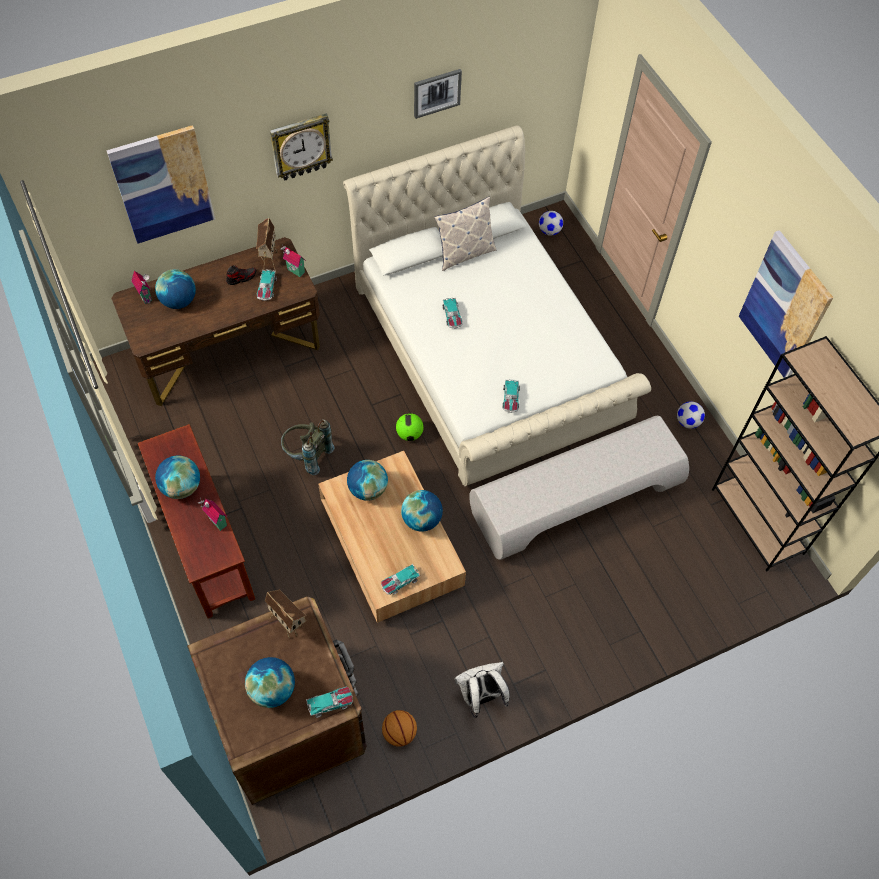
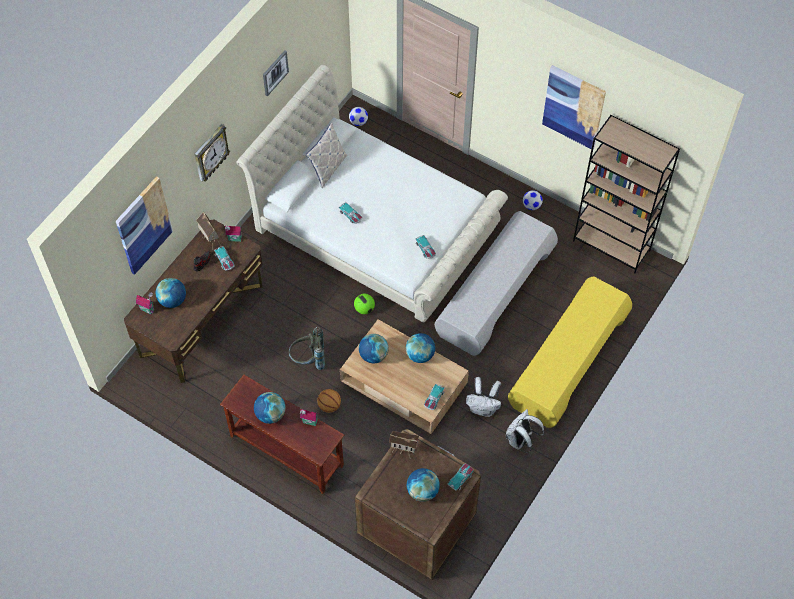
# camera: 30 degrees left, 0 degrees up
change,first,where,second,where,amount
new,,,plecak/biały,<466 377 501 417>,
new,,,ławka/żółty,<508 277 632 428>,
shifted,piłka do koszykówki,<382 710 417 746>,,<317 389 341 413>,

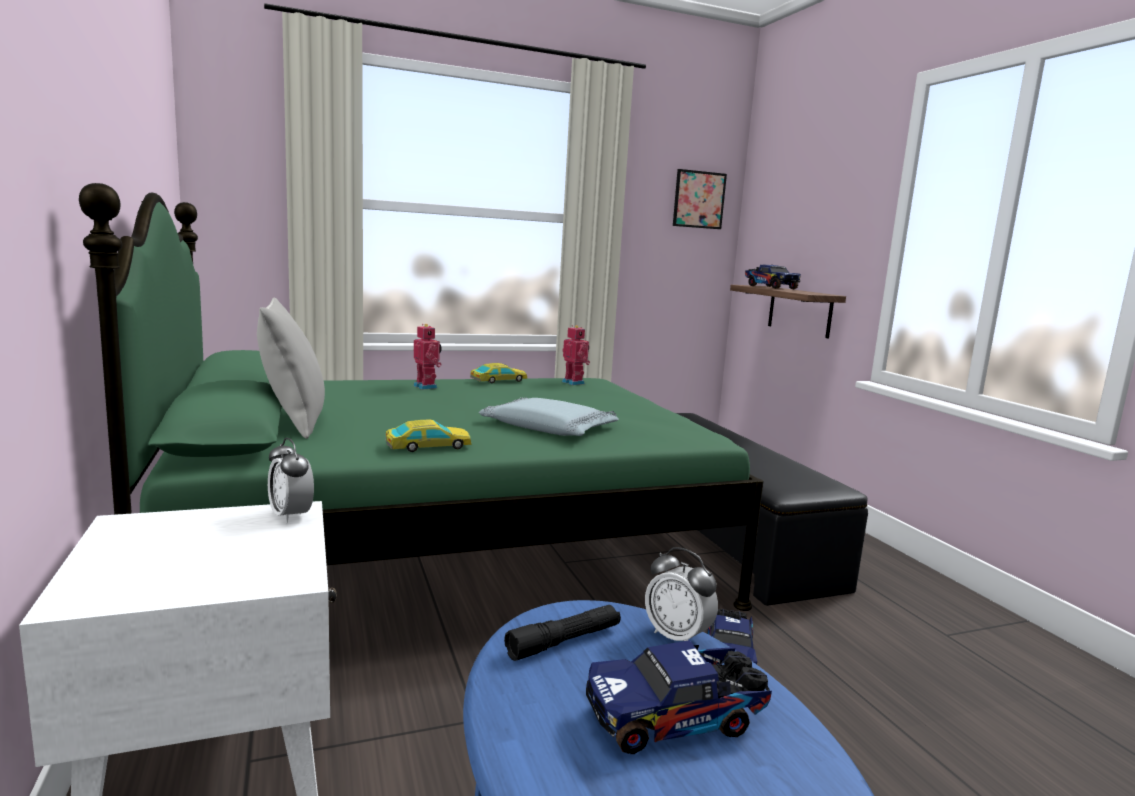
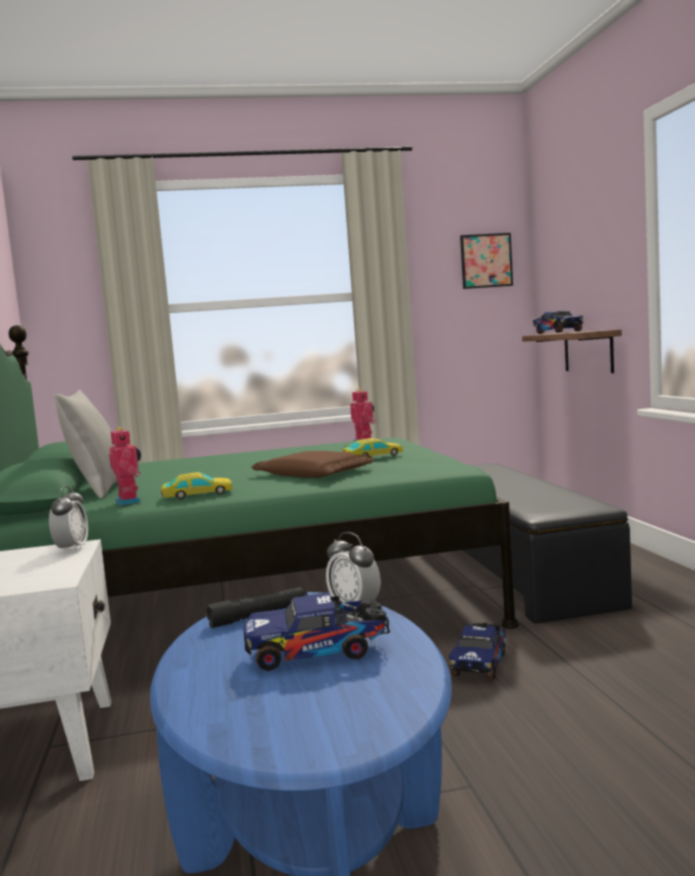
# camera: 10 degrees right, 5 degrees down
change,first,where,second,where,amount
shifted,robot zabawkowy,<413 324 442 390>,,<109 427 141 506>,
shifted,samochodzik,<470 363 527 383>,,<342 438 403 457>,
repainted,poduszka/niebieski,<479 397 619 436>,poduszka/brązowy,<251 451 374 478>,
rotated,budzik,<268 438 314 523>,,<49 486 88 552>,150 degrees counterclockwise

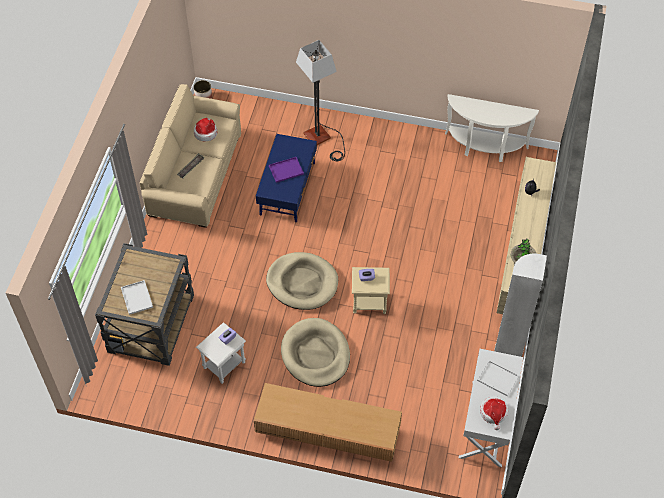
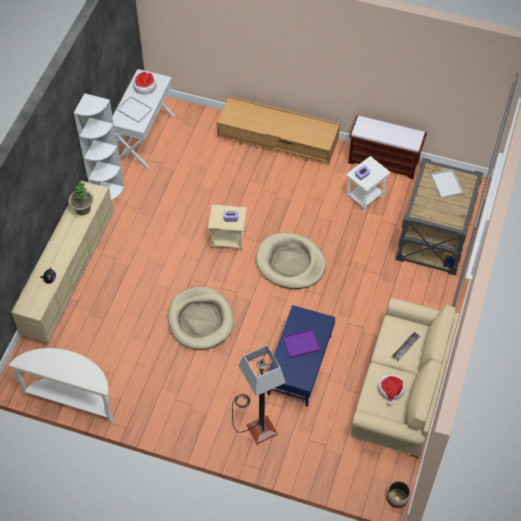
# camera: 175 degrees left, 0 degrees up
change,first,where,second,where,amount
new,,,ławka/brązowy,<348 115 427 179>,
shifted,legowisko/beżowy,<281 318 350 387>,,<168 287 234 350>,

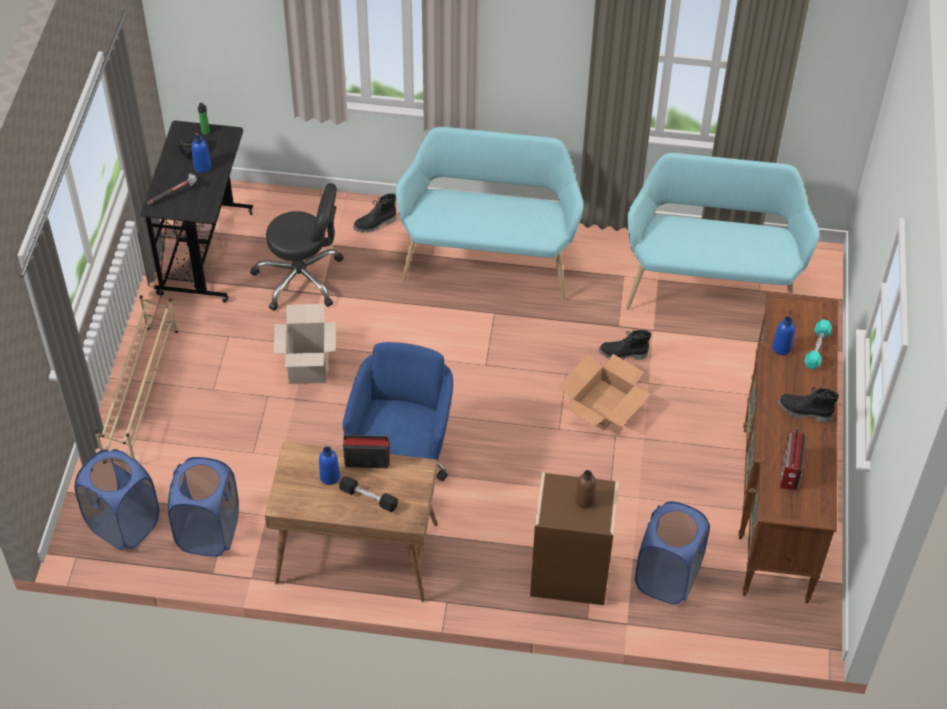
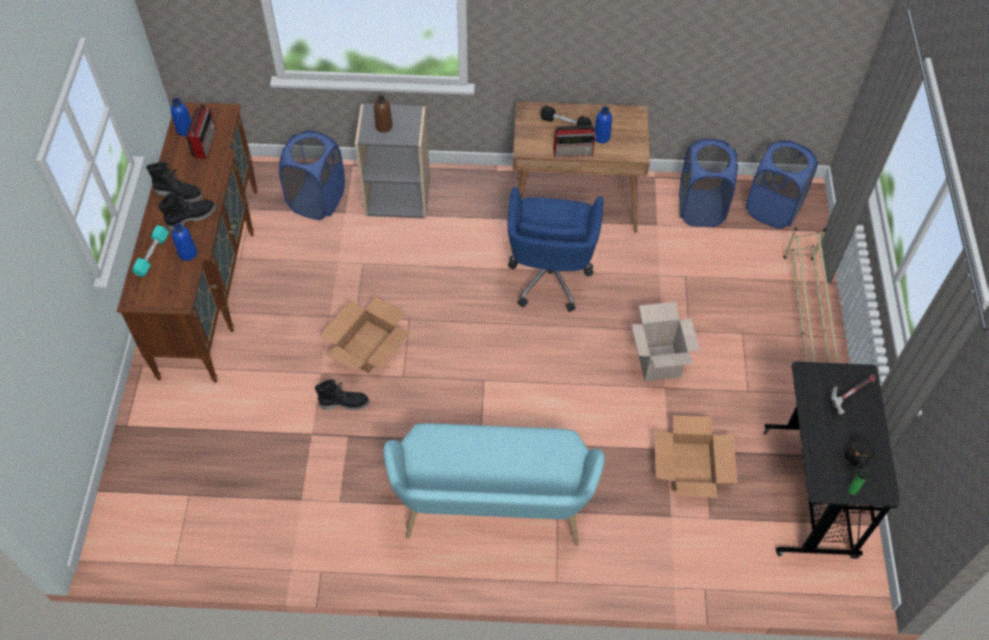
# camera: 175 degrees right, 5 degrees up
change,first,where,second,where,amount
gone,ławka/turkusowy,<626 153 819 310>,,,
shifted,butelka/niebieski,<191 135 211 173>,,<171 98 191 136>,
shifted,but z cholewką/czarny,<353 193 397 233>,,<158 192 216 231>,
swapped,krzesło biurowe/czarny,<250 183 344 311>,karton,<654 415 738 498>,
repainted,regał/brązowy,<530 473 619 605>,regał/szary,<355 103 430 218>,

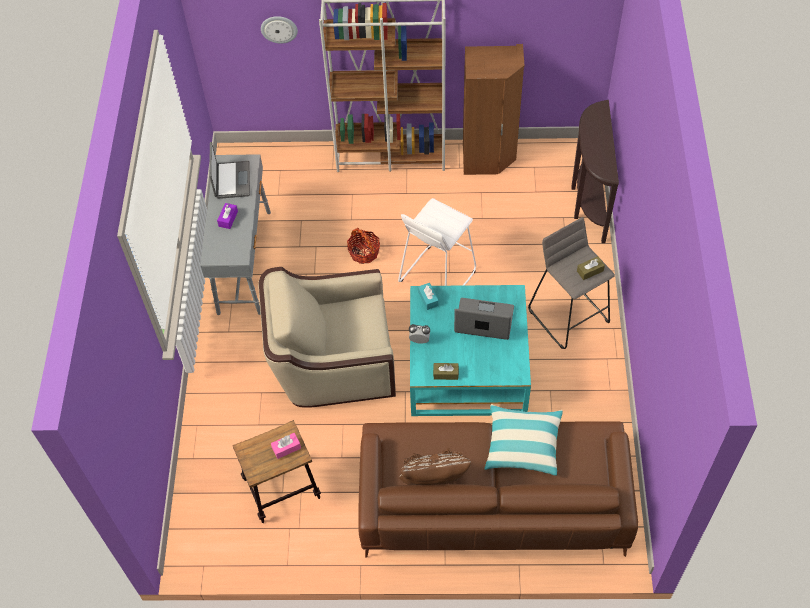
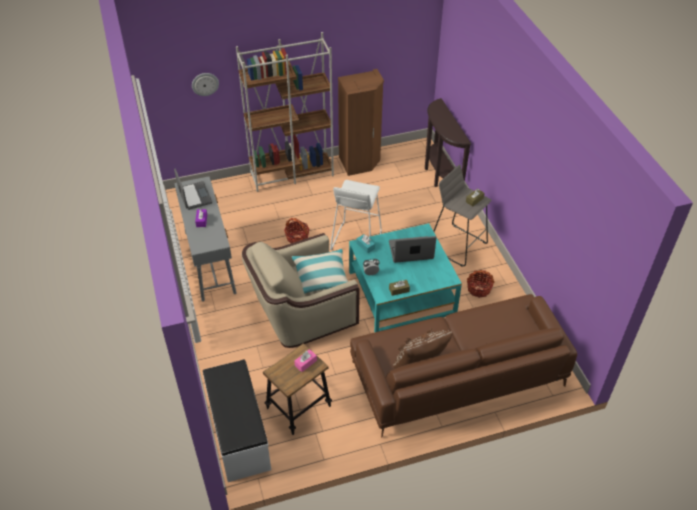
# camera: 20 degrees left, 10 degrees down
change,first,where,second,where,amount
new,,,ławka/biały,<203 360 271 482>,
new,,,koszyk,<467 270 495 298>,
shifted,poduszka,<485 404 563 476>,,<292 248 348 293>,

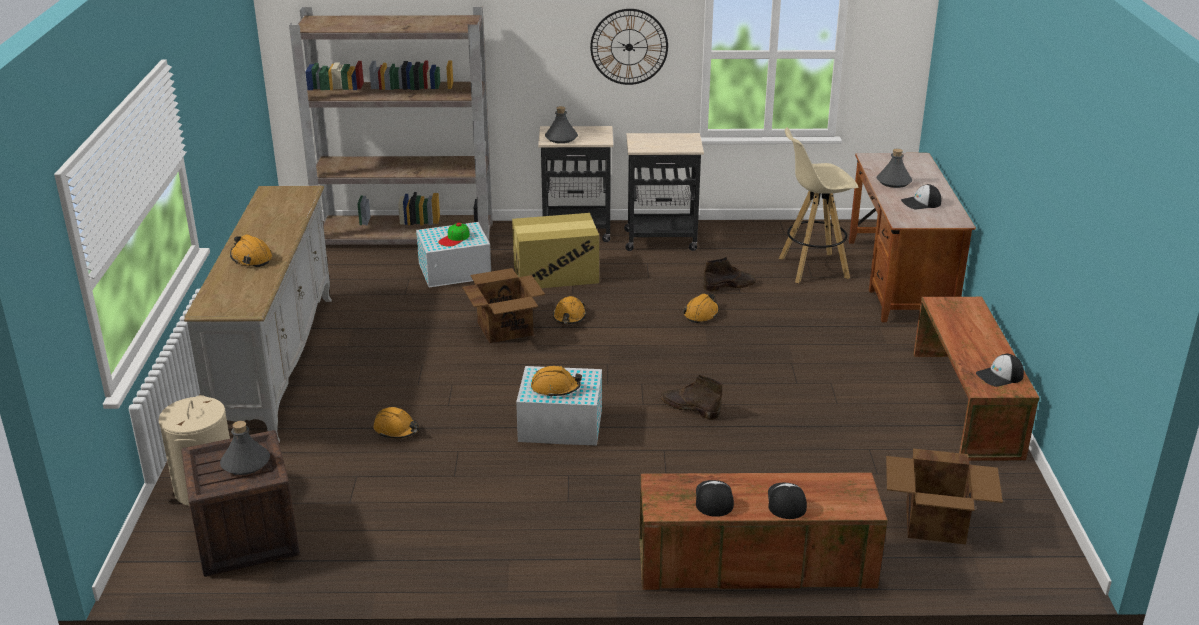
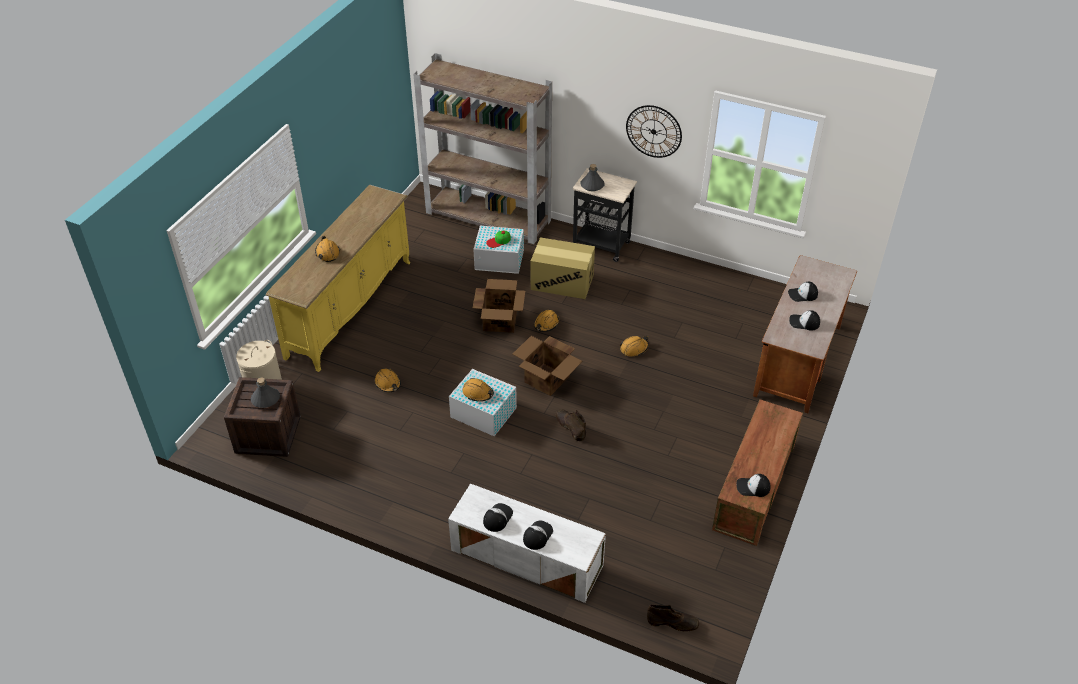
# camera: 25 degrees right, 15 degrees up
change,first,where,second,where,amount
gone,wózek,<624 133 704 251>,,,
gone,stołek/beżowy,<779 127 858 283>,,,
shifted,but z cholewką/brązowy,<703 257 756 292>,,<647 604 699 631>,
shifted,karton,<886 448 1003 545>,,<513 336 582 396>,
swapped,butelka/szary,<877 149 912 188>,czapka z daszkiem,<788 282 818 302>,
repainted,szafka/szary,<184 186 332 442>,szafka/żółty,<265 185 411 372>,
repainted,ławka/brązowy,<639 472 888 590>,ławka/biały,<448 484 606 603>,

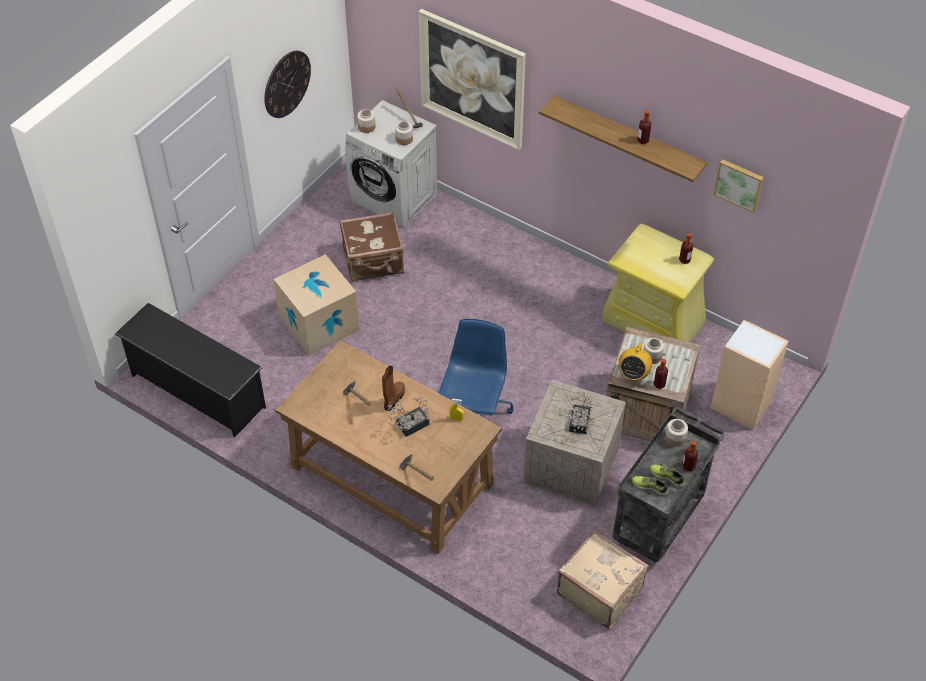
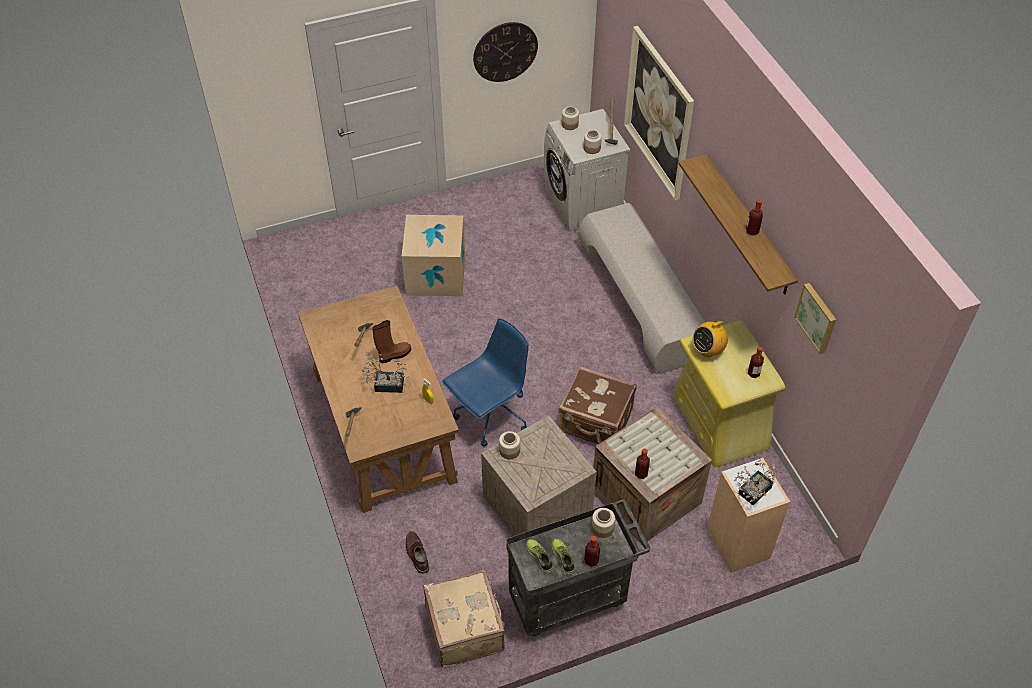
# camera: 35 degrees right, 0 degrees up
change,first,where,second,where,amount
gone,regał na buty/czarny,<115 303 266 437>,,,
new,,,but z cholewką/brązowy,<406 531 429 574>,
new,,,ławka/szary,<578 203 707 374>,
shifted,walizka/brązowy,<340 212 404 282>,,<559 366 637 444>,
shifted,roślina doniczkowa,<565 392 597 434>,,<734 460 776 505>,
shifted,radio,<618 343 652 382>,,<692 317 728 357>,
shifted,słoik,<644 338 664 364>,,<499 431 520 460>,

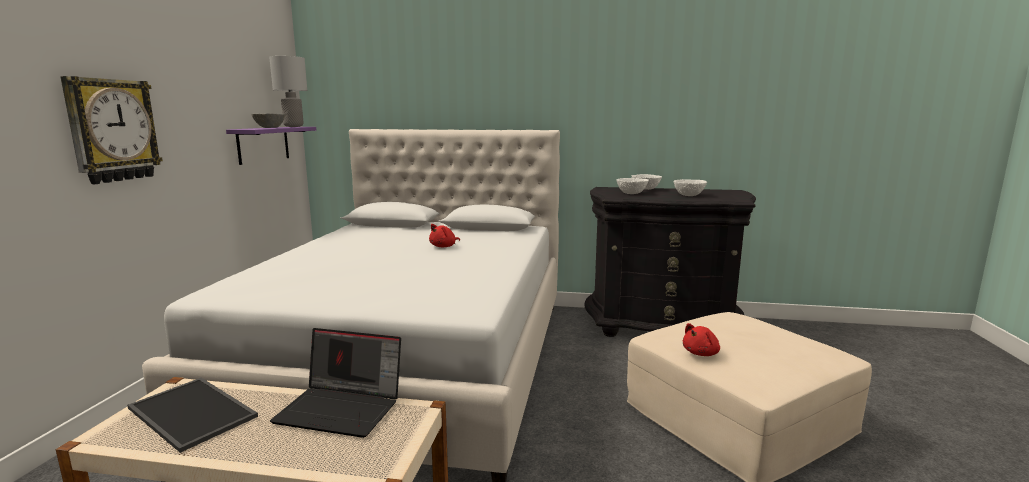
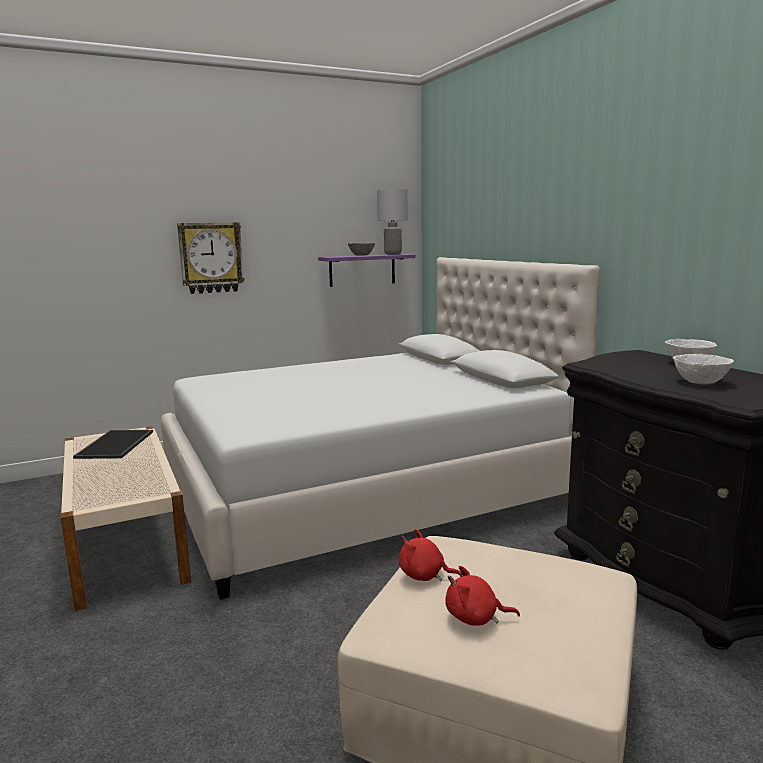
# camera: 55 degrees right, 0 degrees up
change,first,where,second,where,amount
gone,laptop,<270 328 401 438>,,,
gone,miska/biały,<617 178 649 194>,,,
shifted,pluszak/czerwony,<429 224 460 247>,,<445 566 520 626>,

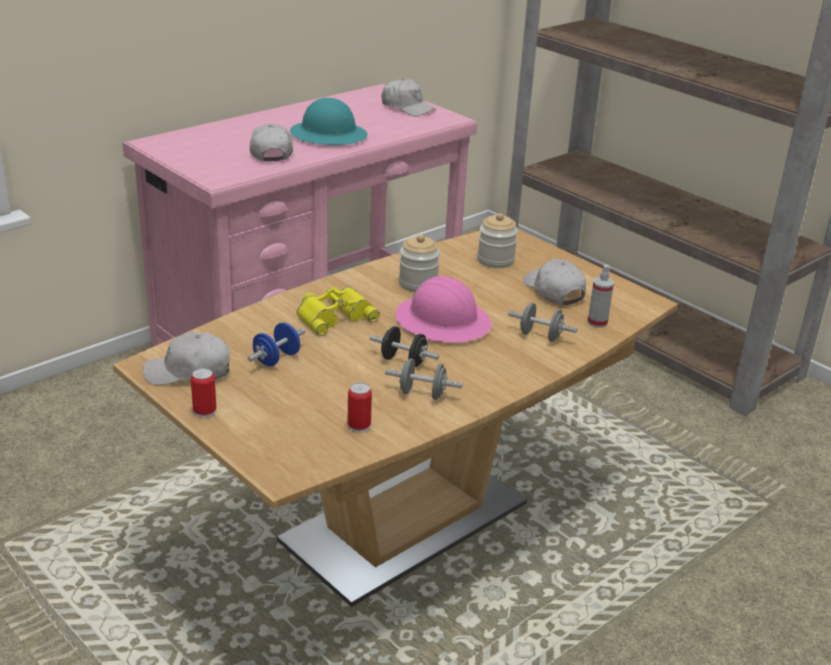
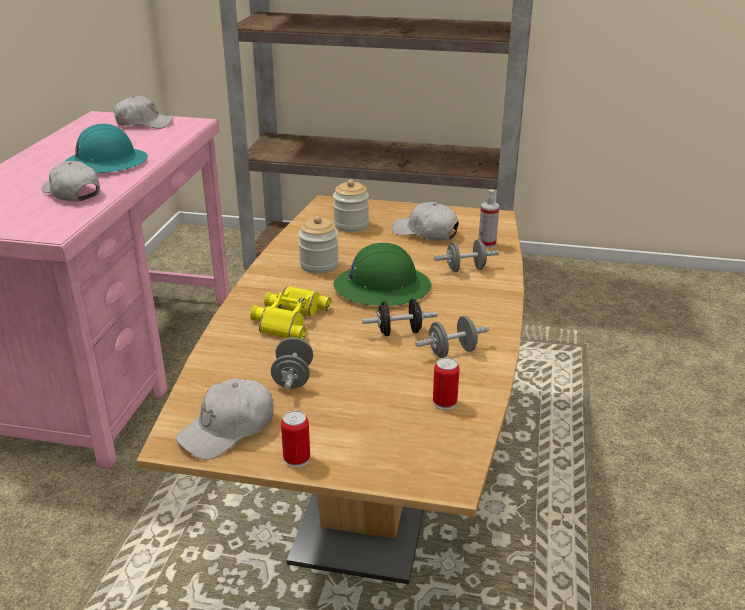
# camera: 35 degrees left, 0 degrees up
change,first,where,second,where,amount
repainted,hantel/niebieski,<247 322 305 366>,hantel/szary,<271 337 313 390>,
repainted,kask/różowy,<396 276 491 343>,kask/zielony,<333 243 431 306>,

